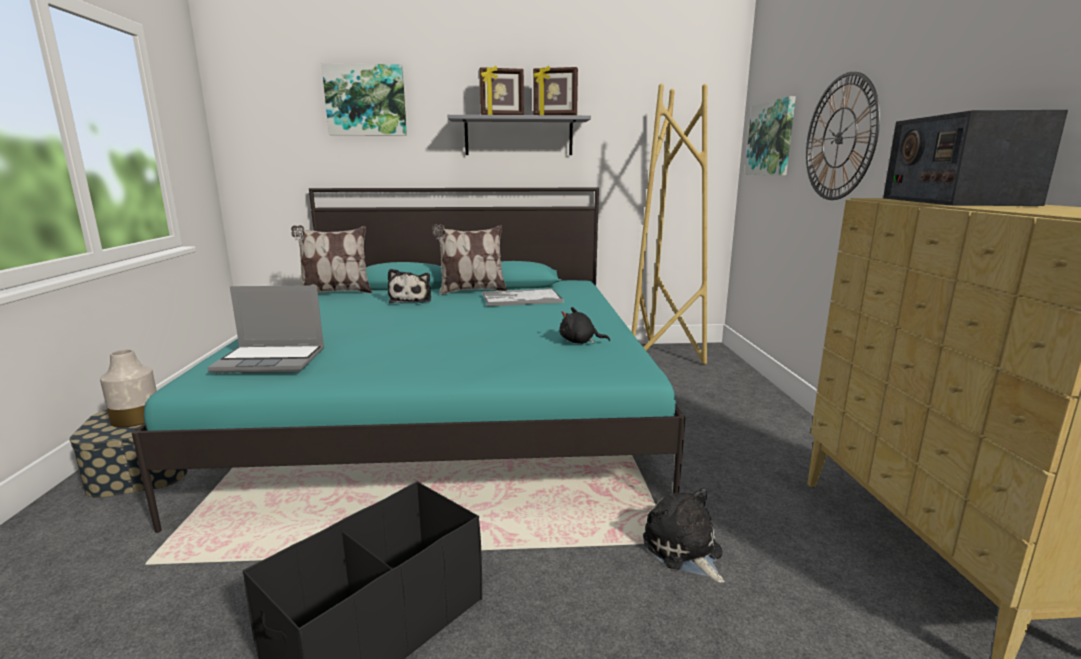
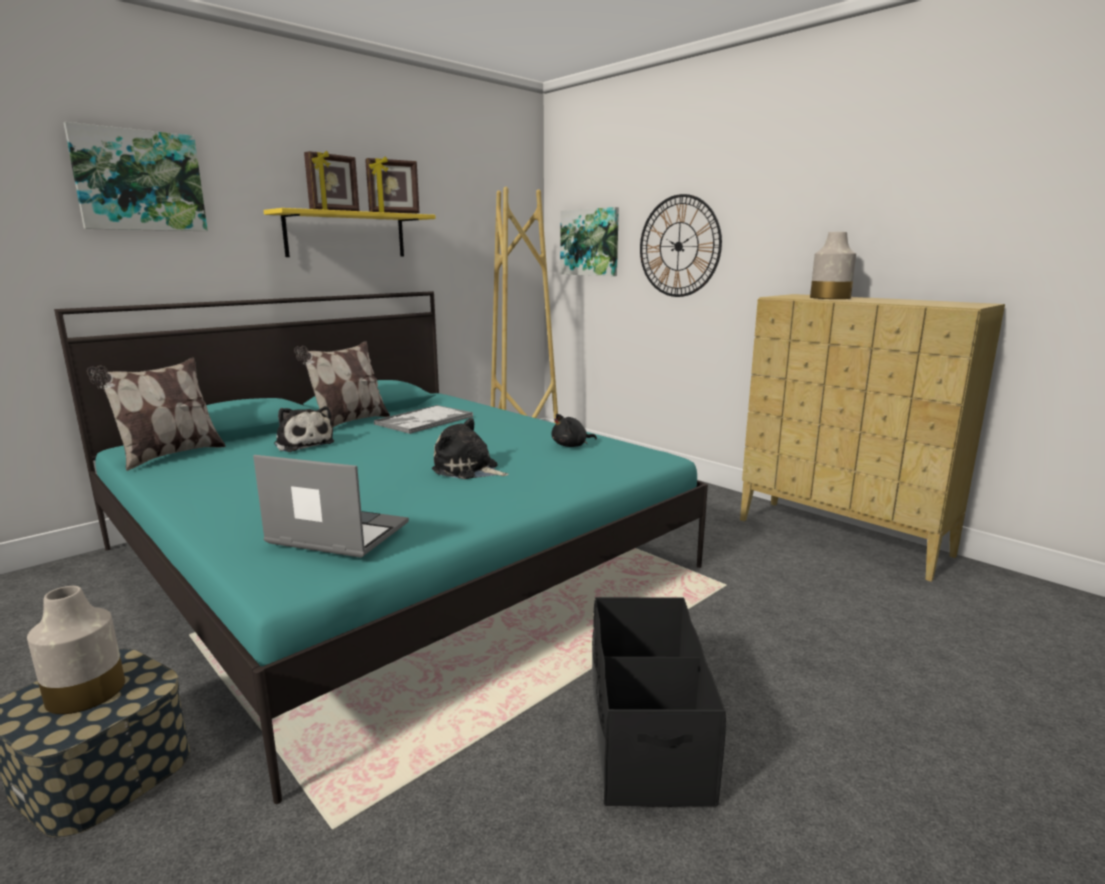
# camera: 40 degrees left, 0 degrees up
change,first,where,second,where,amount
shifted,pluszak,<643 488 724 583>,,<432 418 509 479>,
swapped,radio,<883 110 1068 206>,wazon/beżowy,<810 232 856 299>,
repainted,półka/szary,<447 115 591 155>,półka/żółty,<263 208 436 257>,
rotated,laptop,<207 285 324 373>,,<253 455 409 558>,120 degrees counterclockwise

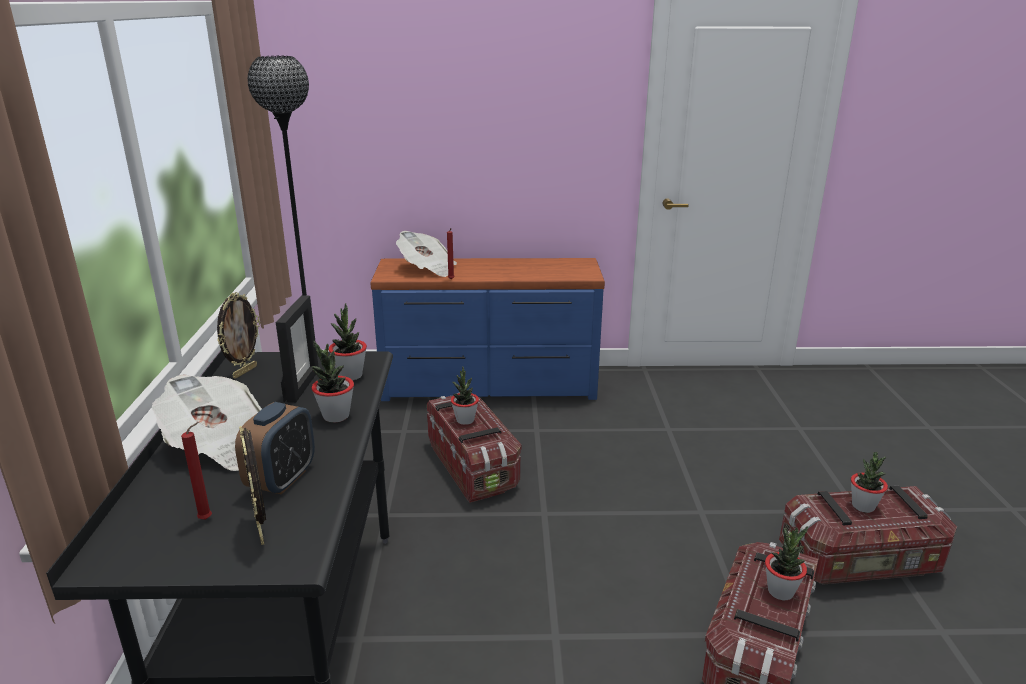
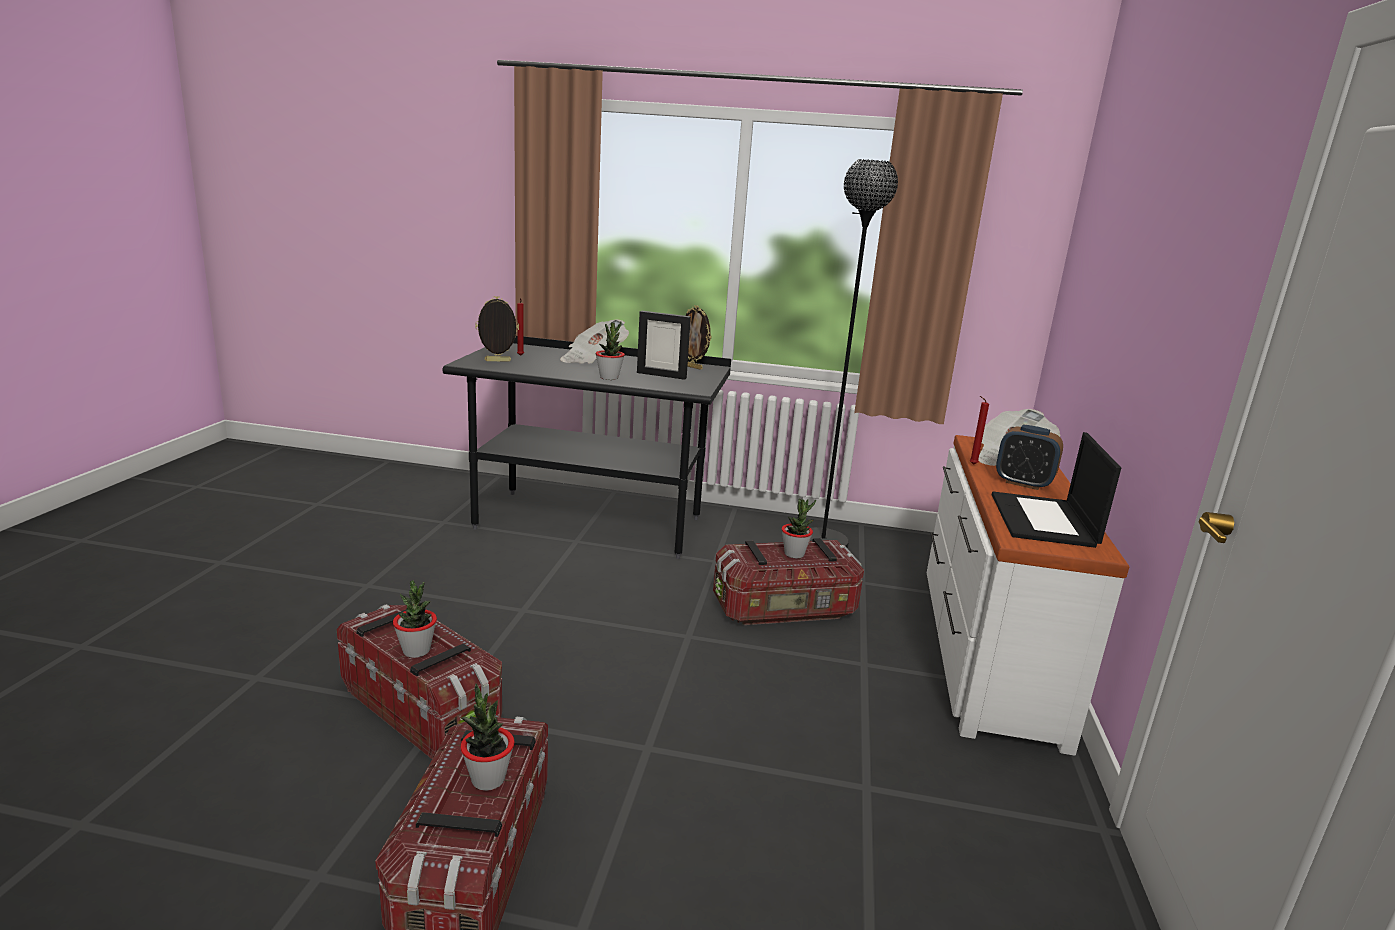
# camera: 100 degrees right, 5 degrees down
change,first,where,second,where,amount
gone,roślina doniczkowa,<329 303 367 380>,,,
new,,,laptop,<992 432 1121 548>,
shifted,budzik,<235 402 315 495>,,<996 424 1063 490>,
repainted,komoda/niebieski,<370 258 605 401>,komoda/biały,<927 435 1130 756>,

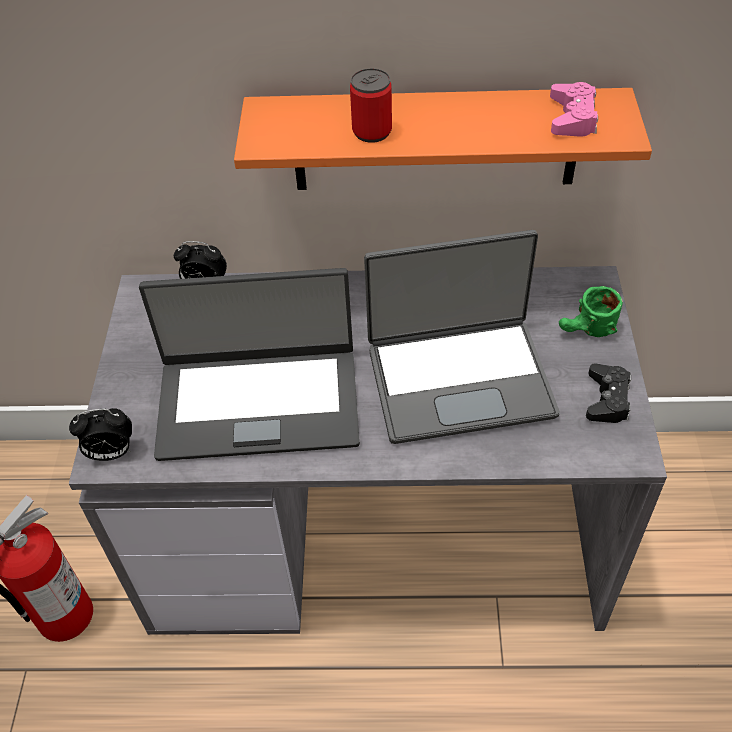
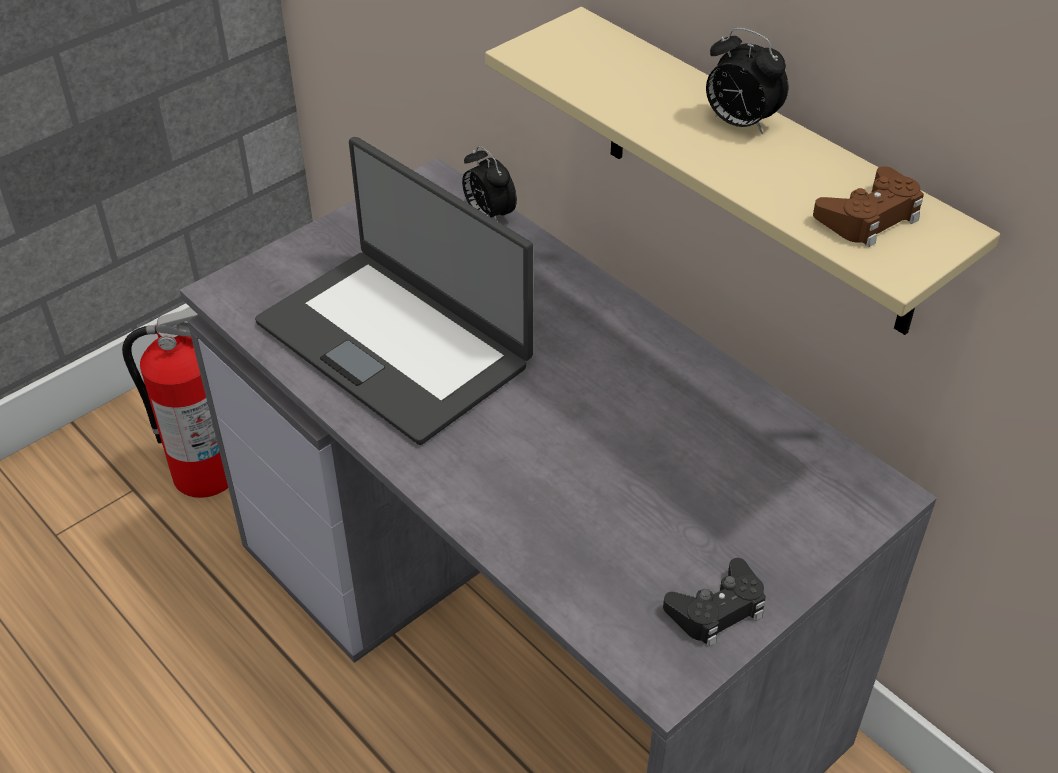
# camera: 45 degrees right, 5 degrees down
change,first,where,second,where,amount
gone,puszka,<350 68 392 143>,,,
gone,laptop,<364 230 560 444>,,,
gone,kubek/zielony,<559 286 623 337>,,,
shifted,budzik,<69 408 132 461>,,<706 28 789 134>,
repainted,półka/pomarańczowy,<234 88 652 190>,półka/beżowy,<485 7 1000 335>,
repainted,pad do gier/różowy,<550 82 598 137>,pad do gier/brązowy,<813 166 924 247>,

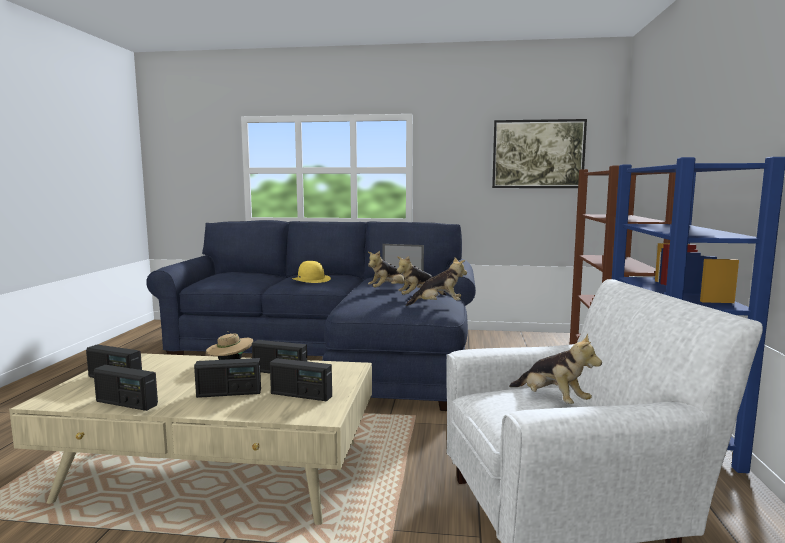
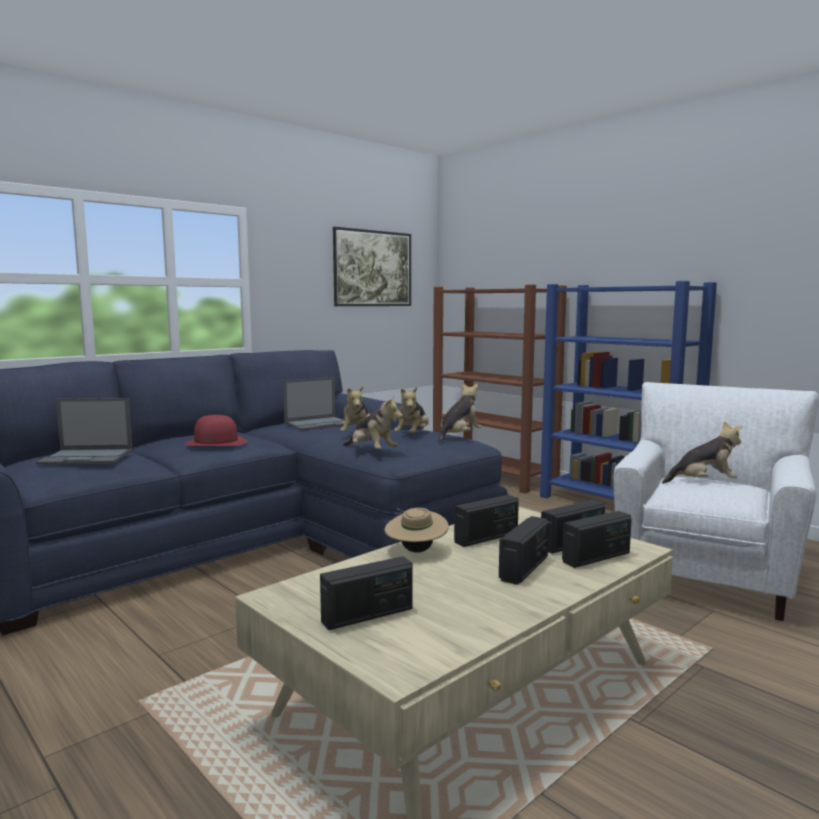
# camera: 50 degrees left, 0 degrees up
change,first,where,second,where,amount
new,,,laptop,<36 398 133 465>,
new,,,pluszak,<343 396 403 449>,
shifted,radio,<93 365 158 411>,,<562 511 632 568>,
repainted,kapelusz/żółty,<292 261 331 283>,kapelusz/czerwony,<185 415 247 446>,

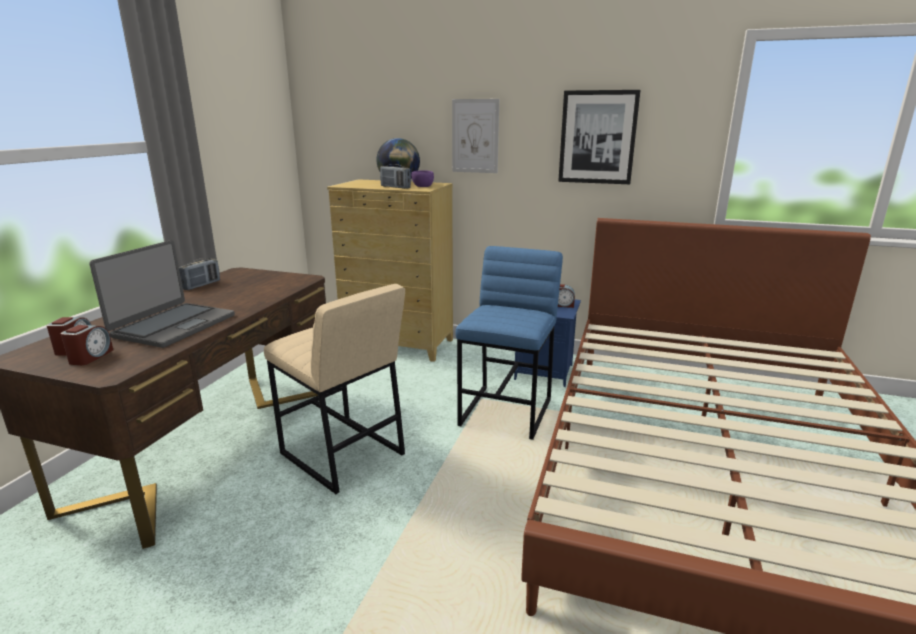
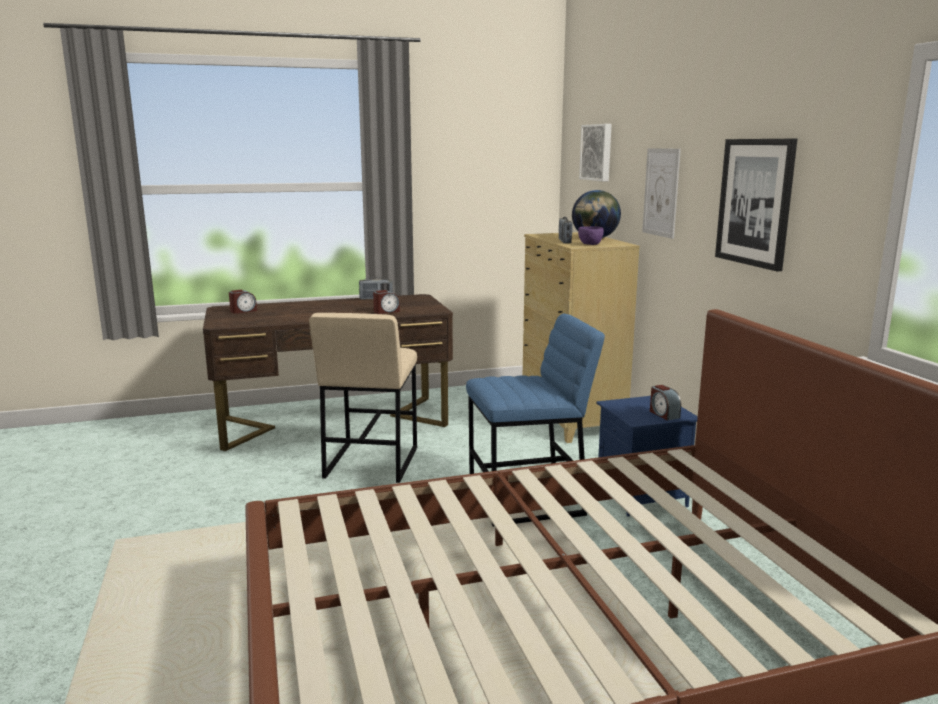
# camera: 55 degrees right, 5 degrees down
change,first,where,second,where,amount
gone,laptop,<89 240 235 348>,,,
new,,,obraz,<579 124 612 181>,
shifted,budzik,<61 325 113 365>,,<373 290 400 314>,

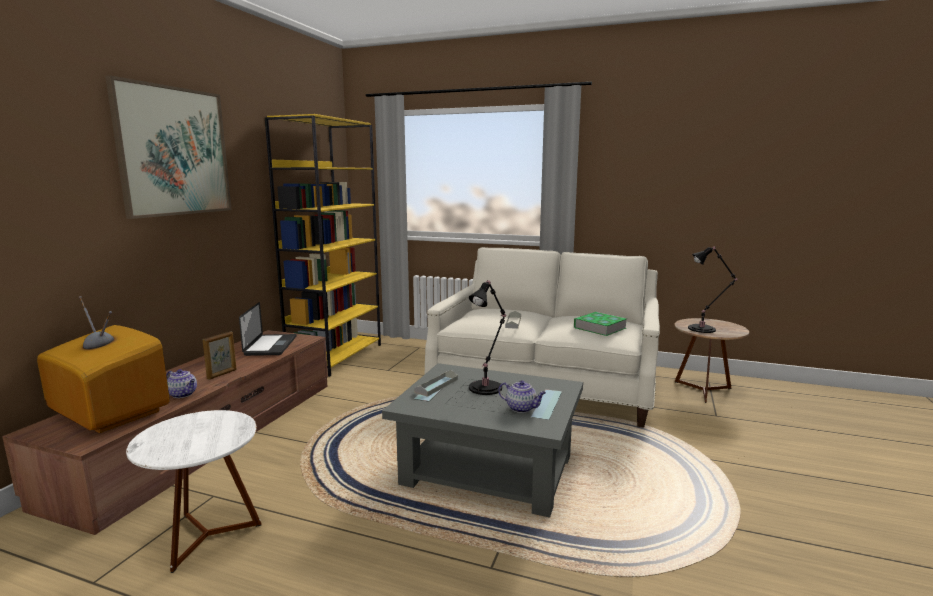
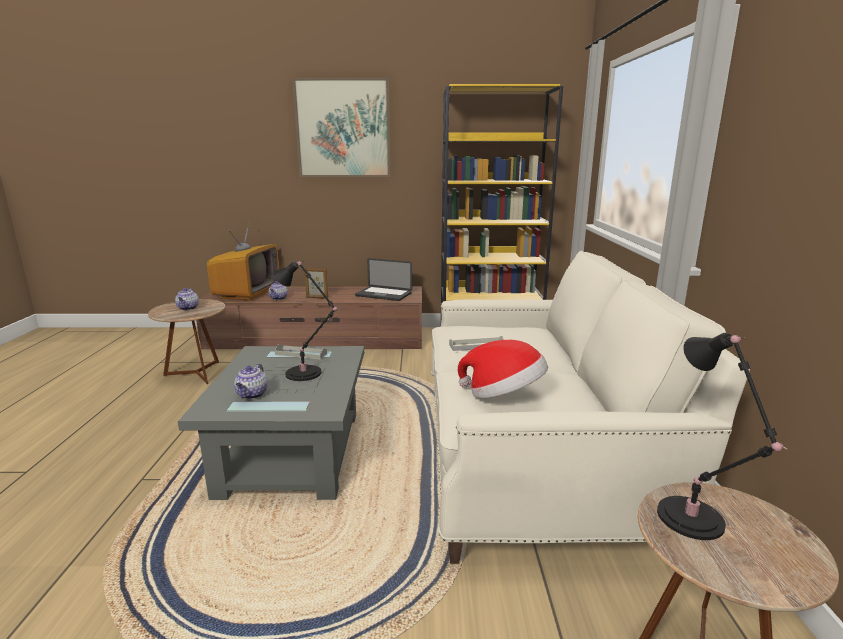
# camera: 70 degrees right, 5 degrees up
change,first,where,second,where,amount
new,,,imbryk,<175 288 199 310>,
swapped,książka,<574 312 627 336>,kapelusz,<458 340 548 398>,
repainted,stolik/biały,<126 410 261 573>,stolik/brązowy,<148 299 225 384>,
rotated,laptop,<239 302 296 356>,,<355 258 412 301>,45 degrees clockwise

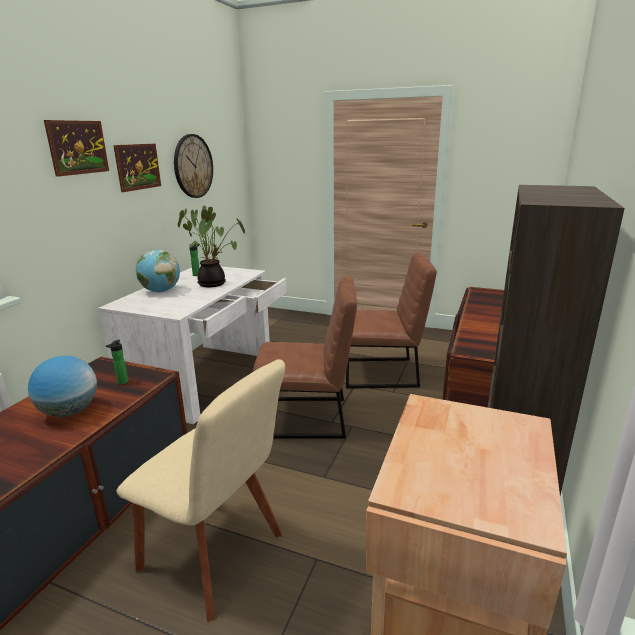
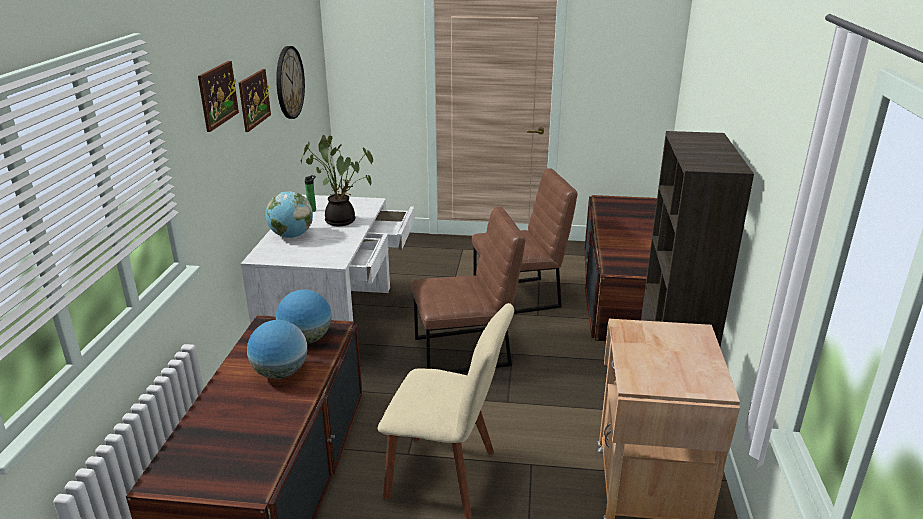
# camera: 15 degrees left, 5 degrees up
change,first,where,second,where,amount
swapped,butelka,<106 340 128 385>,globus,<276 289 332 344>,

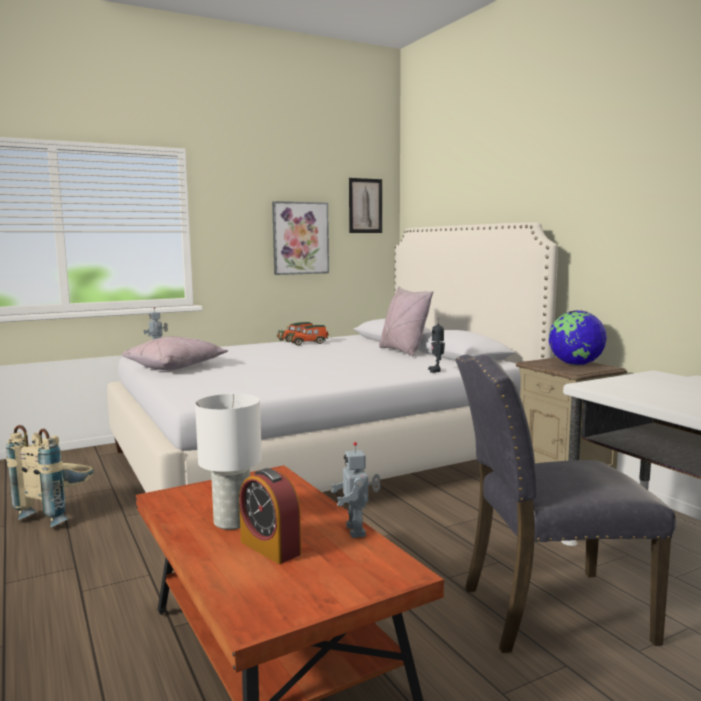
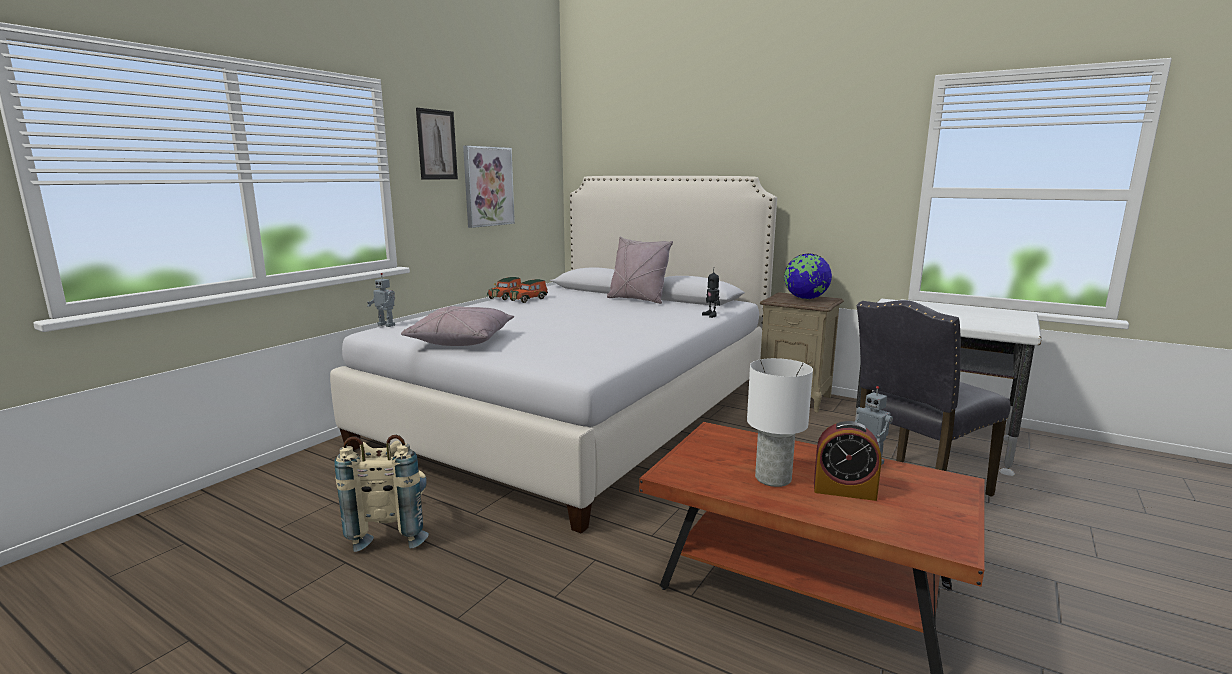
# camera: 30 degrees left, 5 degrees up
change,first,where,second,where,amount
shifted,obraz,<349 178 382 233>,,<416 108 458 180>,

